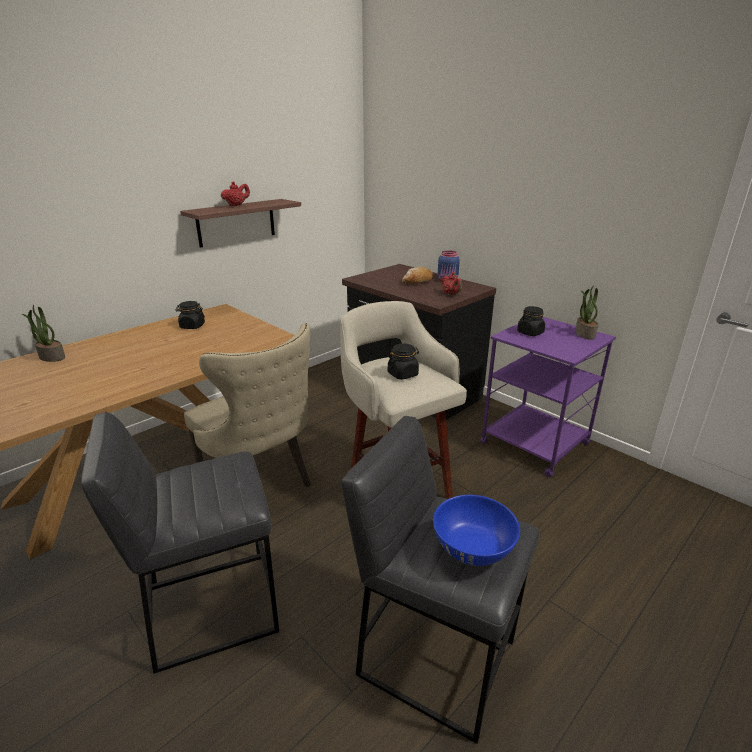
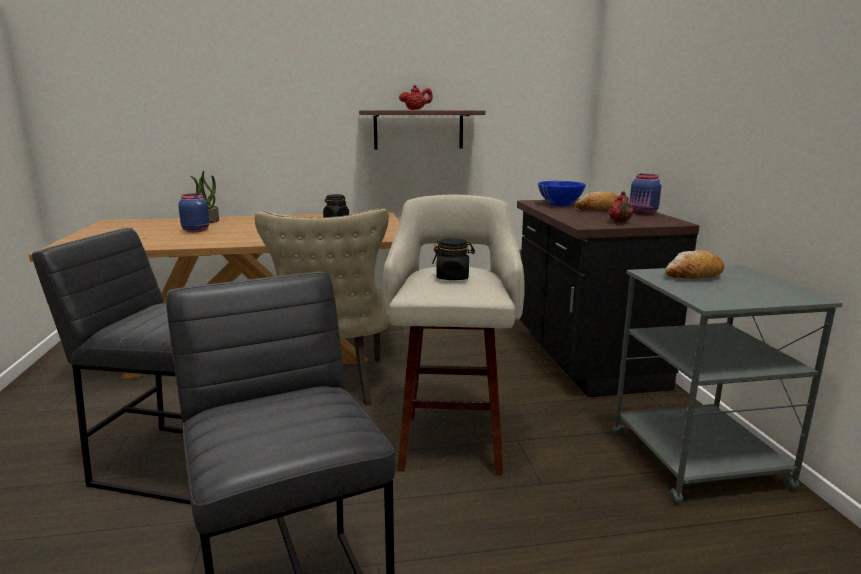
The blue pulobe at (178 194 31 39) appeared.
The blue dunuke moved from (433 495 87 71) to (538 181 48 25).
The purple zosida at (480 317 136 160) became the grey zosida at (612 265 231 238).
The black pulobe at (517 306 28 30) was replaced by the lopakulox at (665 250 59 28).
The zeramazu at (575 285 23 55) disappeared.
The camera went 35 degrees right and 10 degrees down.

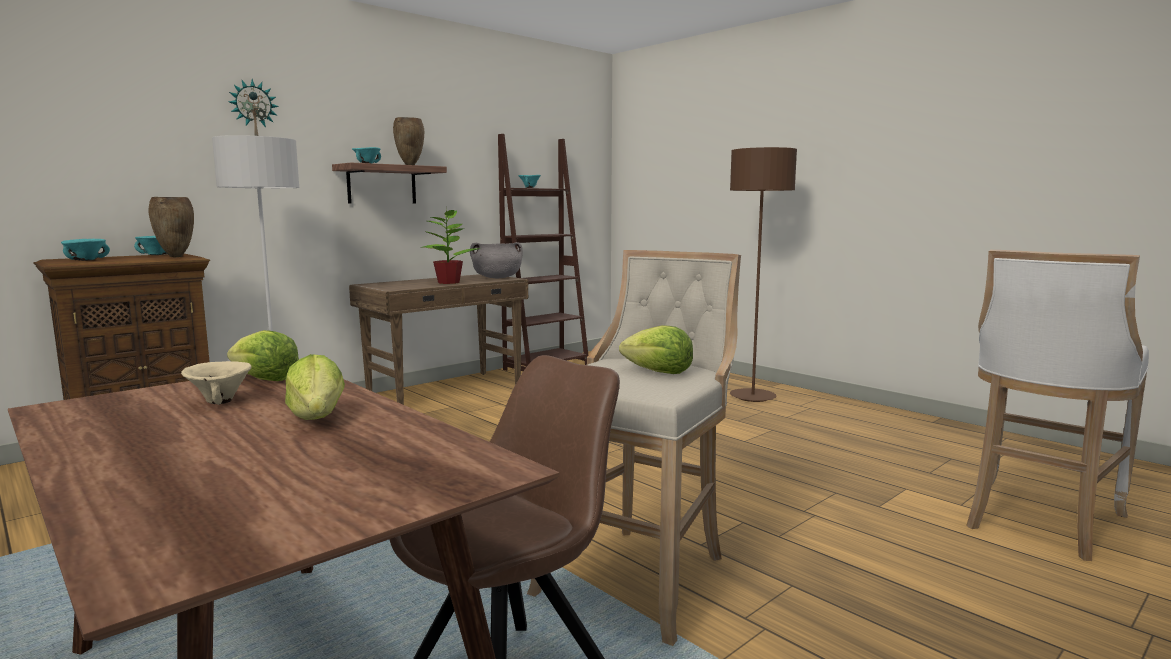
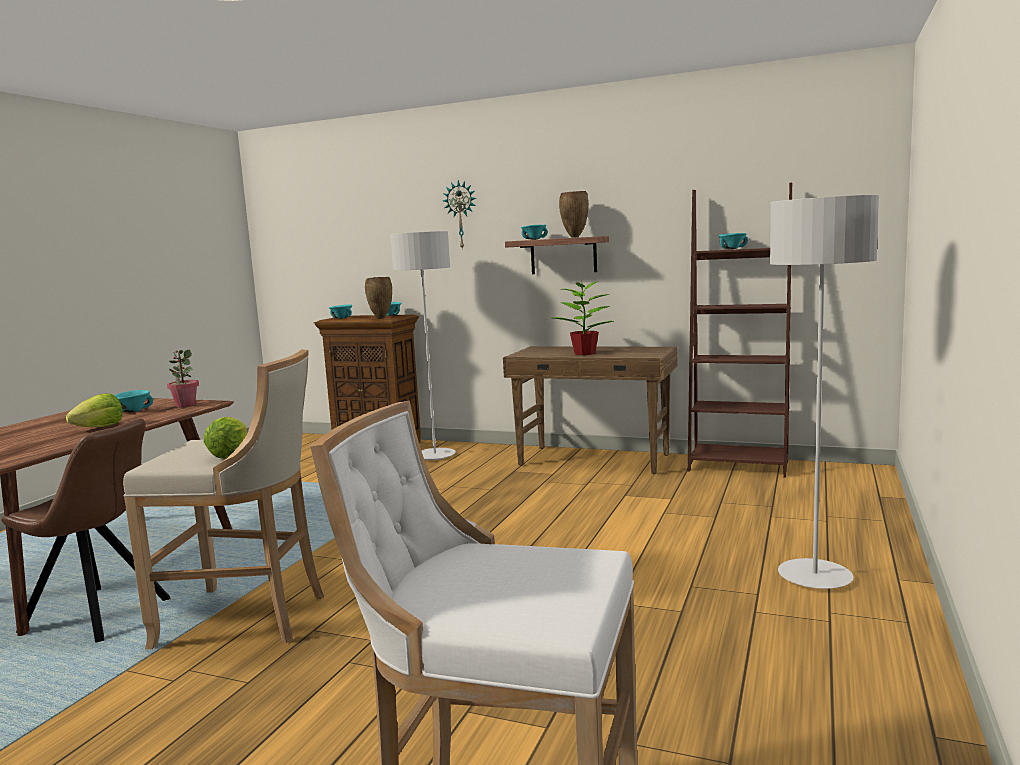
The beige dunuke at (181 361 71 44) became the turquoise dunuke at (115 390 38 22).
The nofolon at (227 330 72 51) was replaced by the zeramazu at (167 350 32 57).
The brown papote at (730 147 67 255) became the grey papote at (770 195 109 394).
The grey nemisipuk at (470 242 53 36) disappeared.
The camera went 65 degrees right and 0 degrees up.

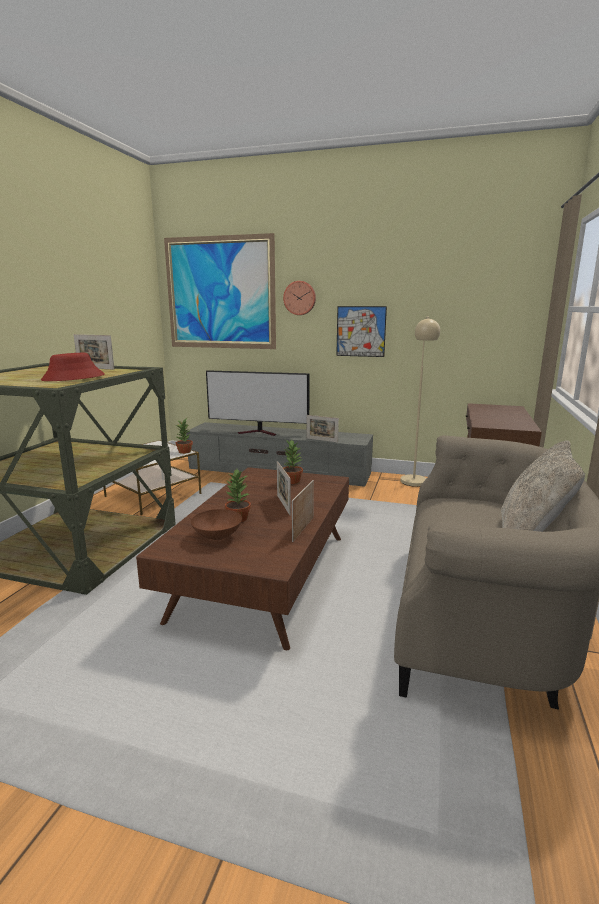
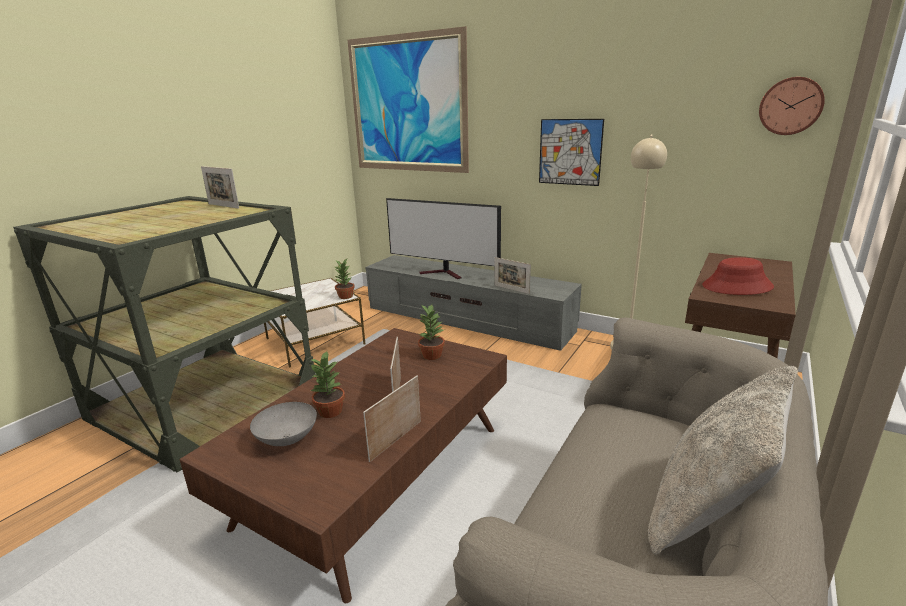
The brown dunuke at (191 509 51 31) became the grey dunuke at (250 402 67 44).
The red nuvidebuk moved from (41 353 64 28) to (702 257 72 38).
The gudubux moved from (283 281 33 34) to (759 77 66 58).
The camera went 15 degrees right and 5 degrees up.

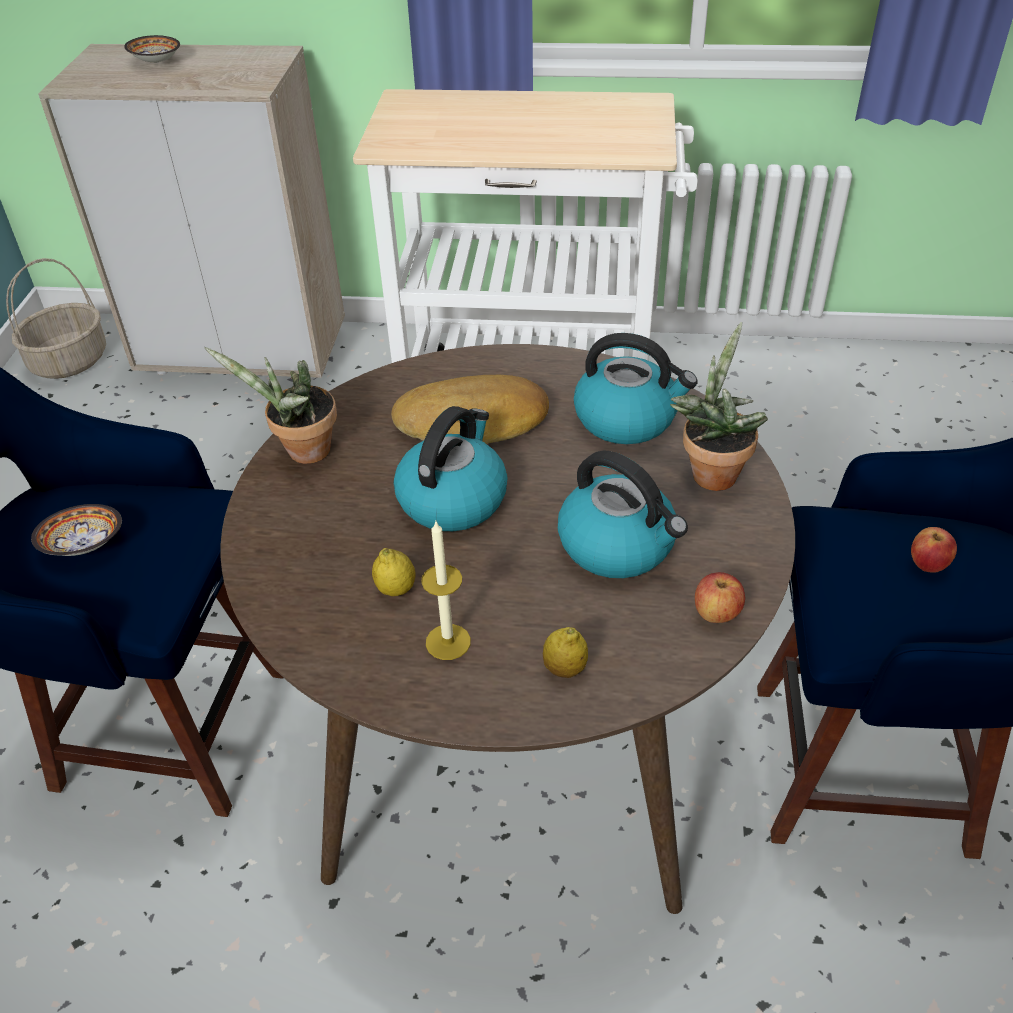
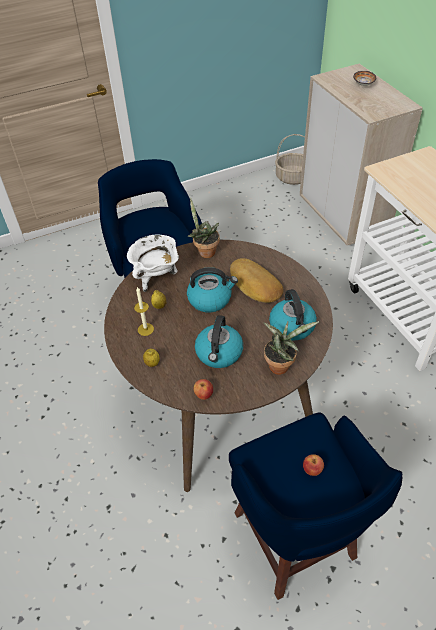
The white nemisipuk at (127 235 52 57) appeared.
The dunuke at (31 504 91 52) disappeared.
The camera went 60 degrees right and 5 degrees up.

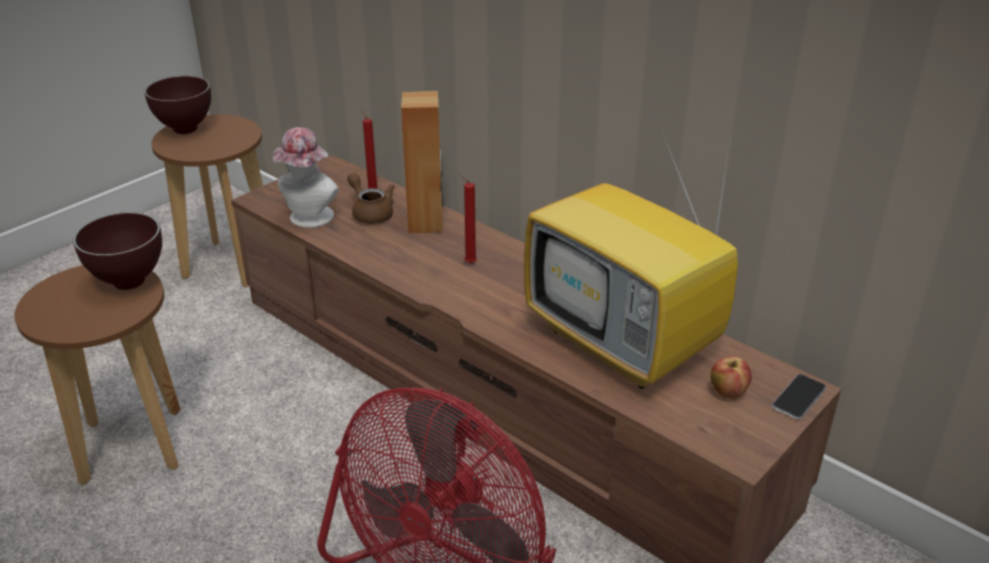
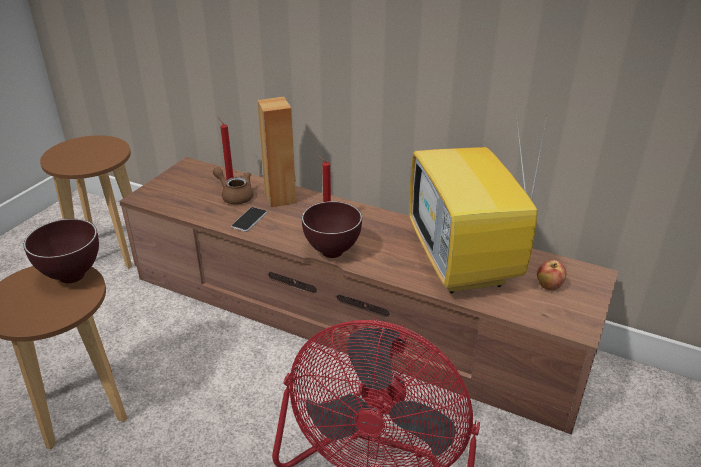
The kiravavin moved from (772 374 54 46) to (231 207 36 25).
The brown dunuke moved from (144 76 67 58) to (302 201 60 57).
The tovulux at (524 129 214 260) turned 45 degrees clockwise.
The nuvidebuk at (273 127 66 101) disappeared.
The camera went 15 degrees left and 0 degrees up.

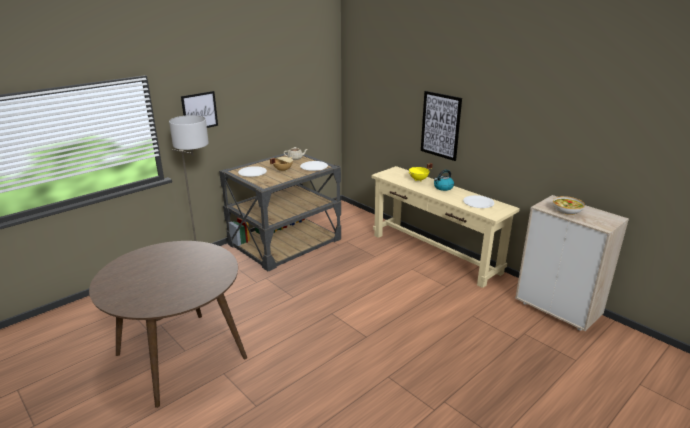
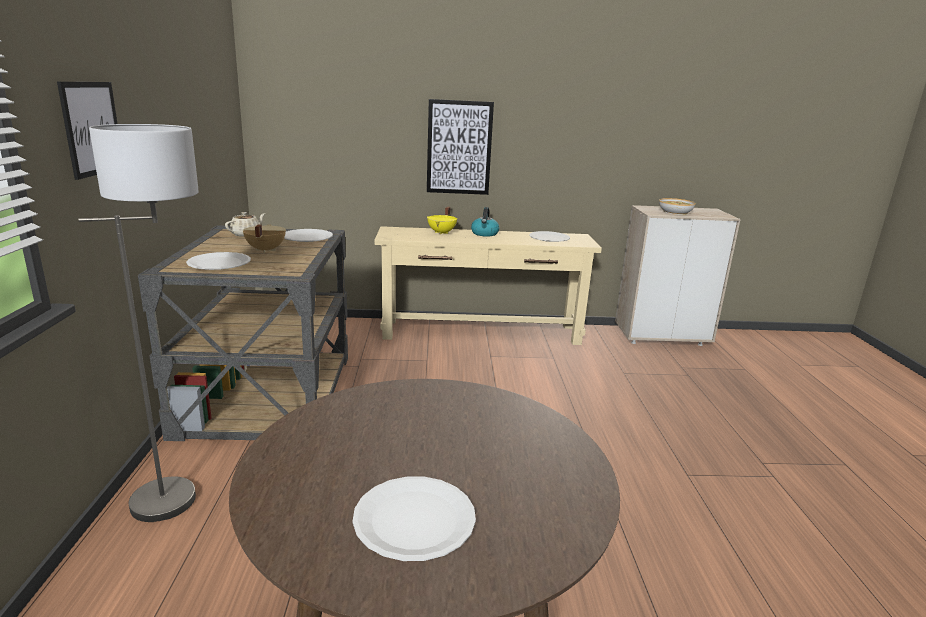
The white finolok at (353 477 123 84) appeared.
The camera went 50 degrees left and 5 degrees down.

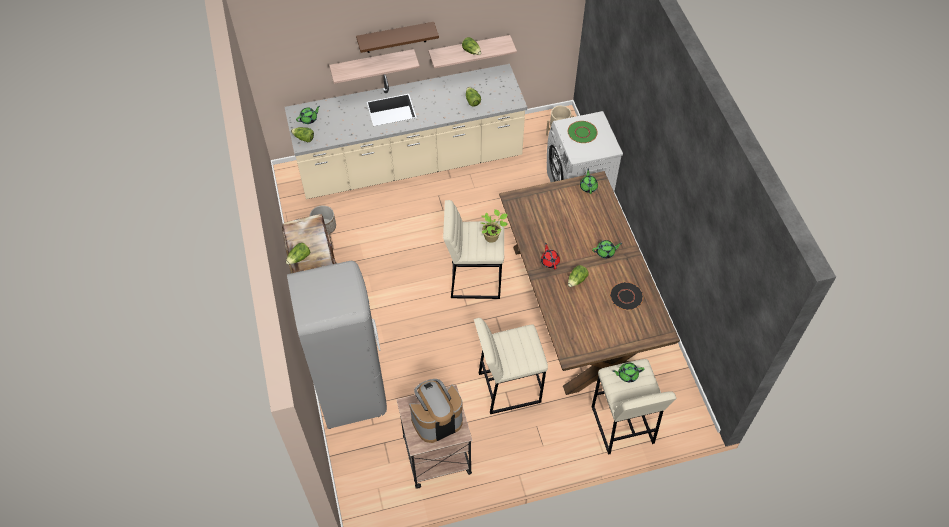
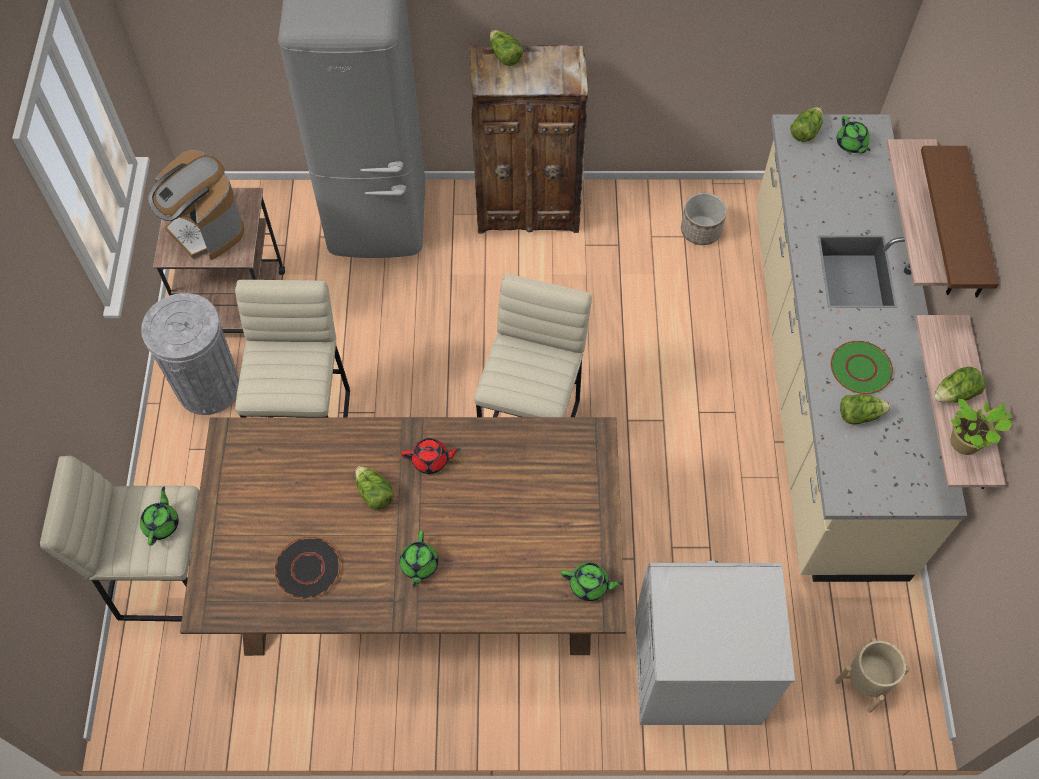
The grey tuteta at (141 293 98 122) appeared.
The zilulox at (409 379 54 64) turned 150 degrees clockwise.
The green finolok moved from (568 121 30 22) to (831 341 62 53).
The zeramazu moved from (481 209 27 34) to (951 399 62 56).
The camera went 105 degrees right and 5 degrees up.

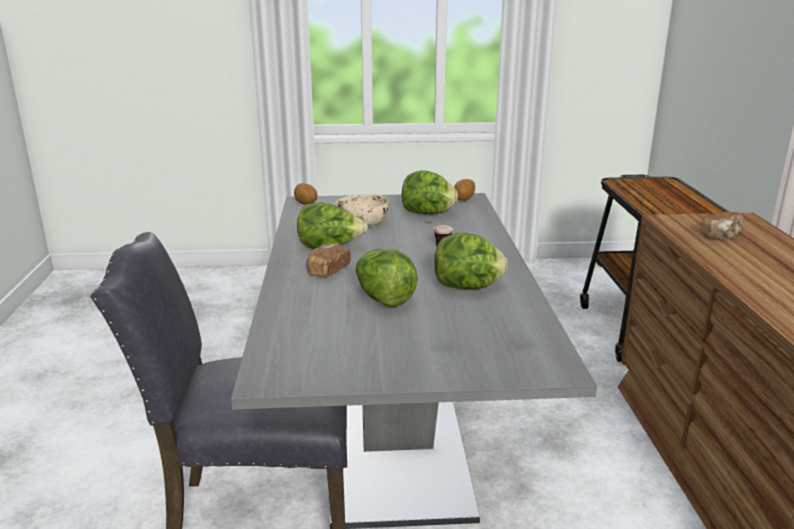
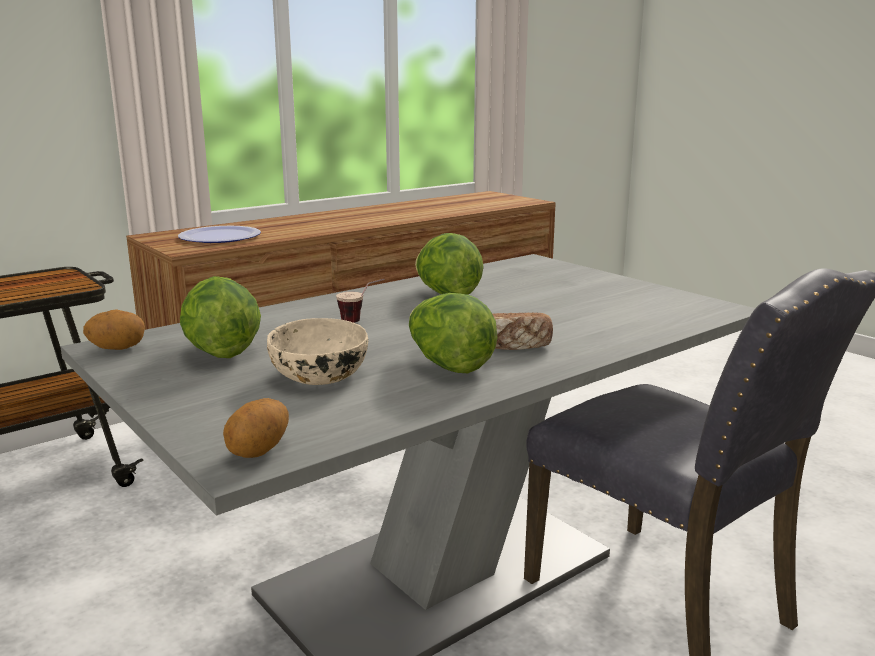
The lopakulox at (700 212 44 28) was replaced by the finolok at (178 226 83 17).
The nofolon at (356 249 62 58) disappeared.
The camera went 125 degrees left and 5 degrees down.

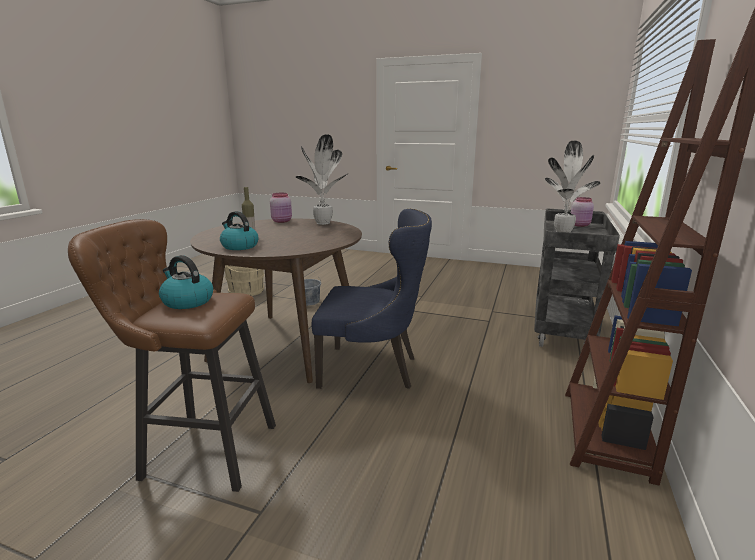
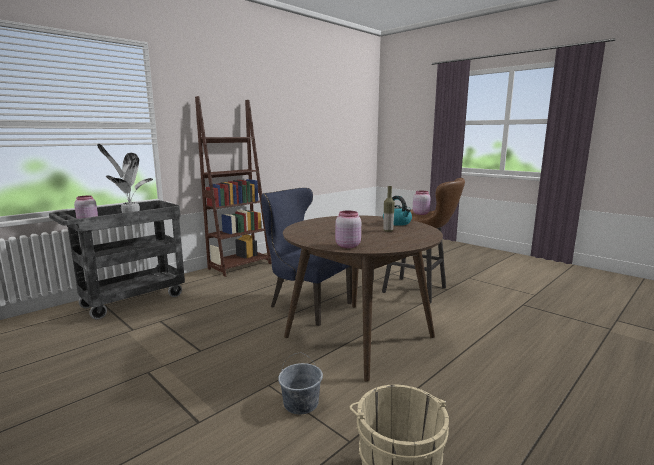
The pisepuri at (159 255 54 54) was replaced by the pink pulobe at (413 191 18 24).
The zeramazu at (296 134 53 91) disappeared.
The camera went 155 degrees left and 5 degrees down.

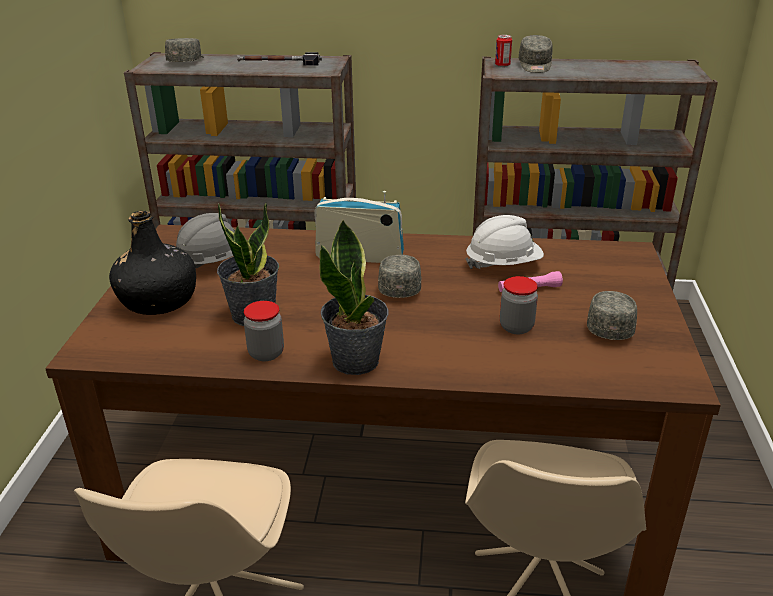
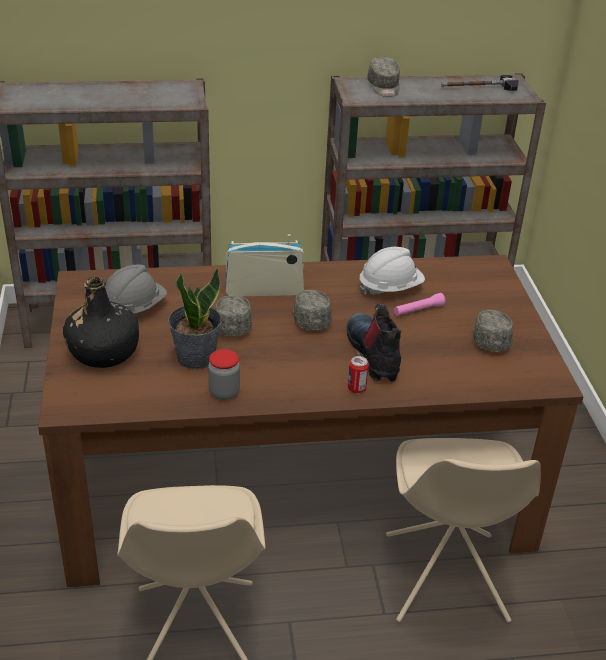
The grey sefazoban moved from (165 38 39 24) to (215 295 37 41).
The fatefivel at (347 304 54 78) appeared.
The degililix moved from (495 35 17 32) to (348 356 21 37).
The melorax moved from (237 52 85 14) to (441 75 78 16).
The zeramazu at (319 219 70 156) disappeared.
The pulobe at (500 276 38 58) disappeared.
The camera went 15 degrees left and 5 degrees up.

